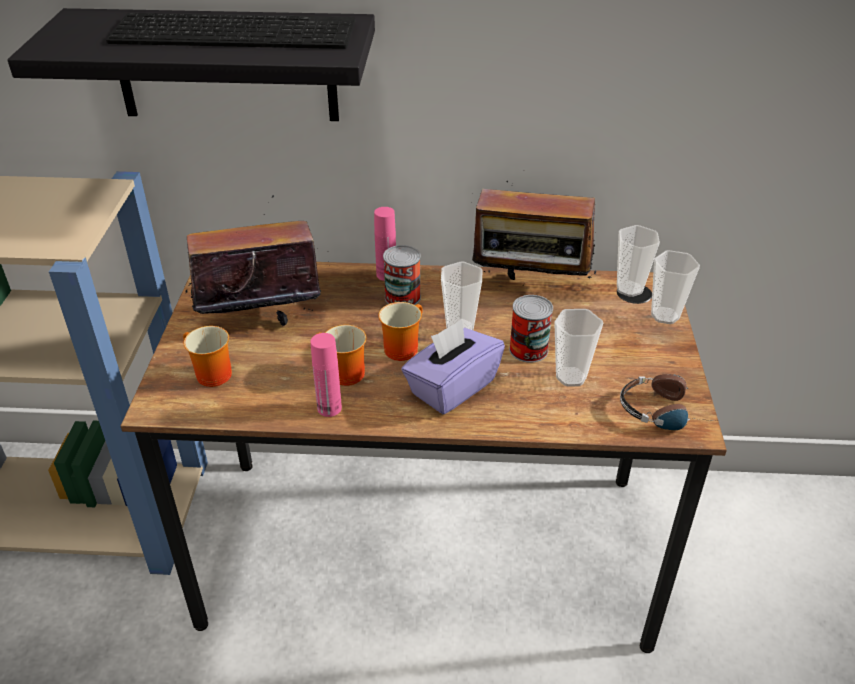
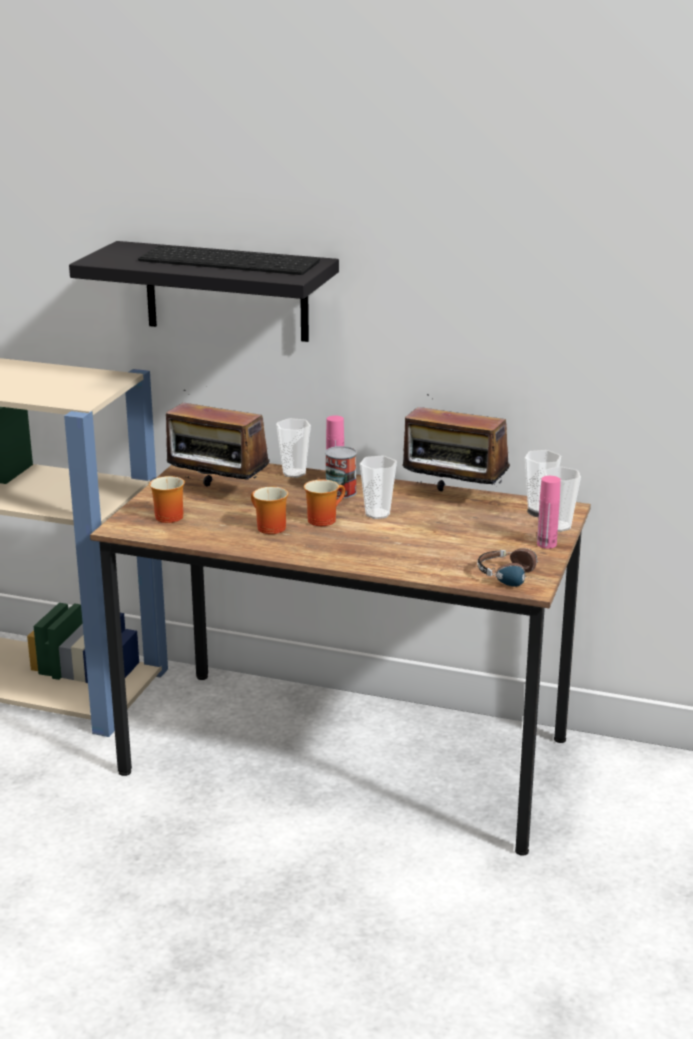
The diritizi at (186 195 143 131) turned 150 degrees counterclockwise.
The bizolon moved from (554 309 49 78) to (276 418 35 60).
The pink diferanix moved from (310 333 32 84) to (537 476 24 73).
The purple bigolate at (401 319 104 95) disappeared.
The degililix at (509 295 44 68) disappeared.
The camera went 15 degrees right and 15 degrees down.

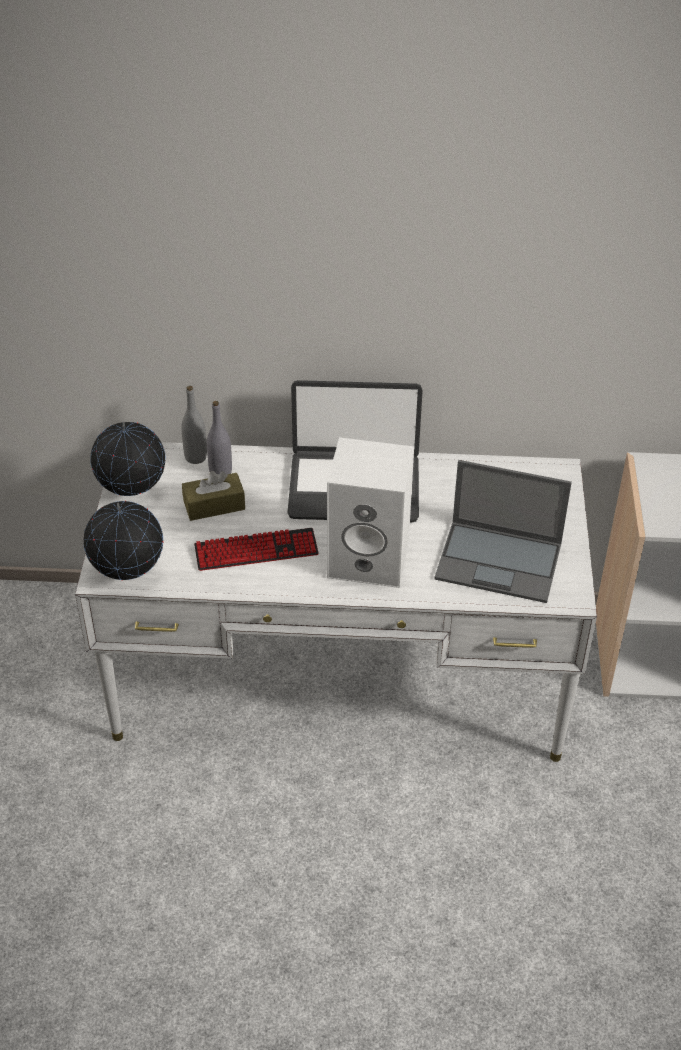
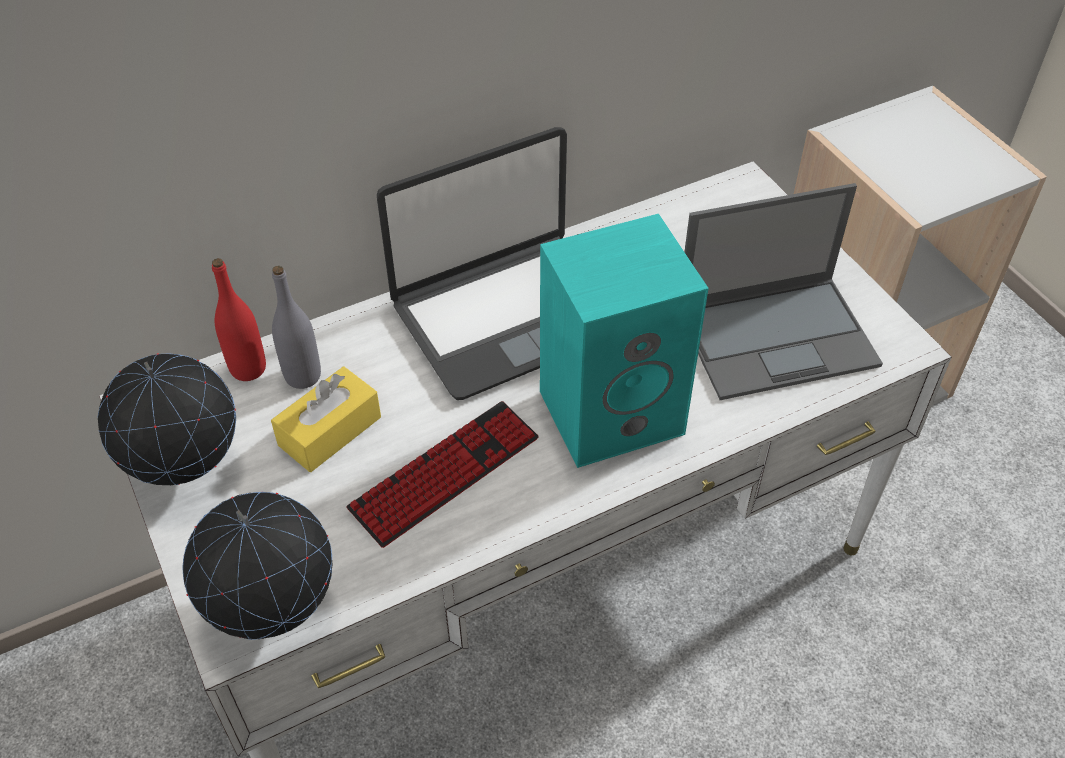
The grey diferanix at (181 386 26 78) became the red diferanix at (212 258 54 123).
The brown bigolate at (182 471 63 50) became the yellow bigolate at (271 366 110 106).
The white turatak at (327 437 87 151) became the turquoise turatak at (540 214 169 254).
The camera went 30 degrees left and 5 degrees up.

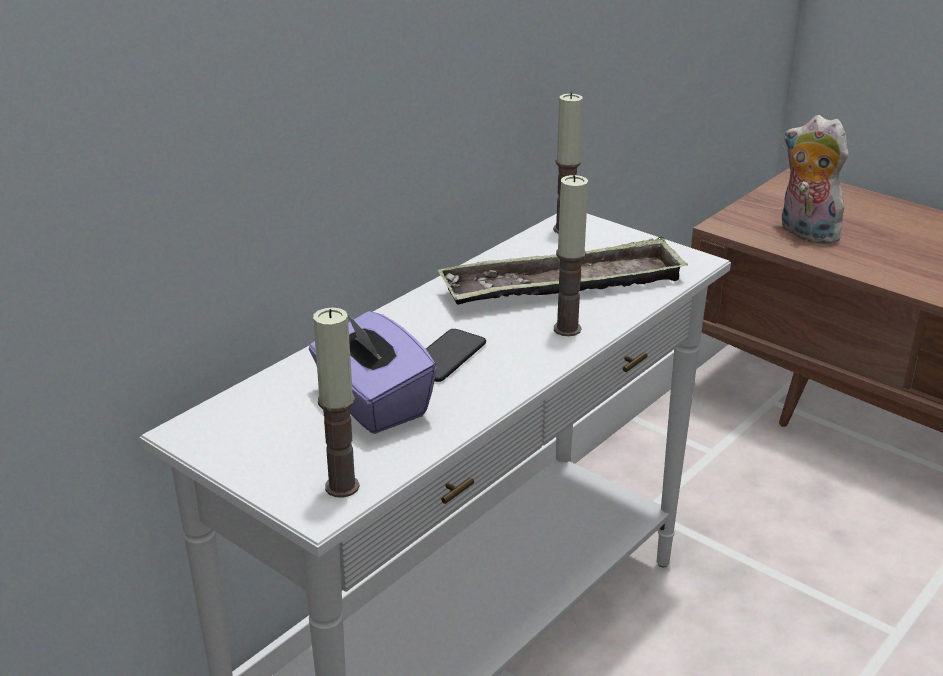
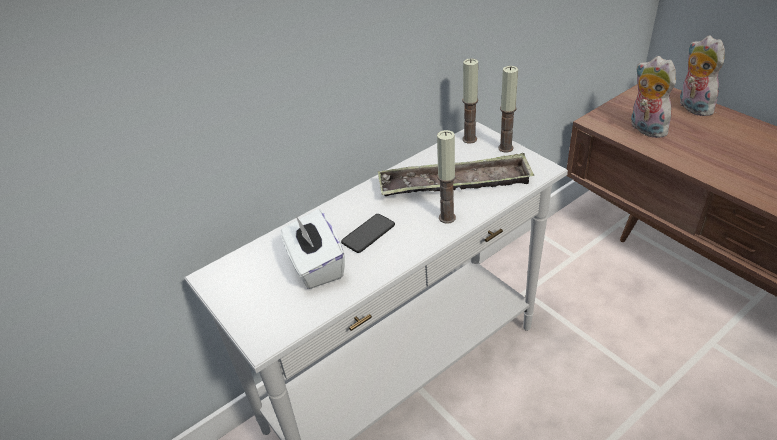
The purple bigolate at (309 311 128 123) became the white bigolate at (280 209 65 80).
The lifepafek moved from (313 307 46 191) to (498 66 20 87).
The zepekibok at (680 35 45 81) appeared.
The camera went 15 degrees right and 10 degrees up.

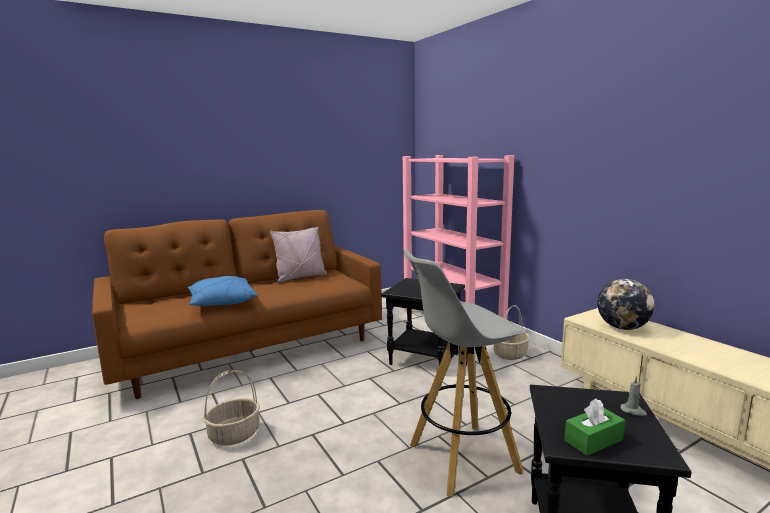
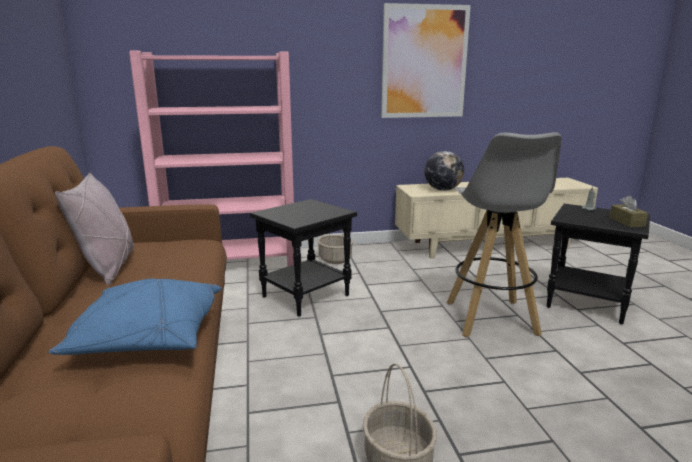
The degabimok at (381 3 90 115) appeared.
The green bigolate at (564 398 61 58) became the brown bigolate at (609 195 39 32).
The camera went 70 degrees left and 5 degrees up.

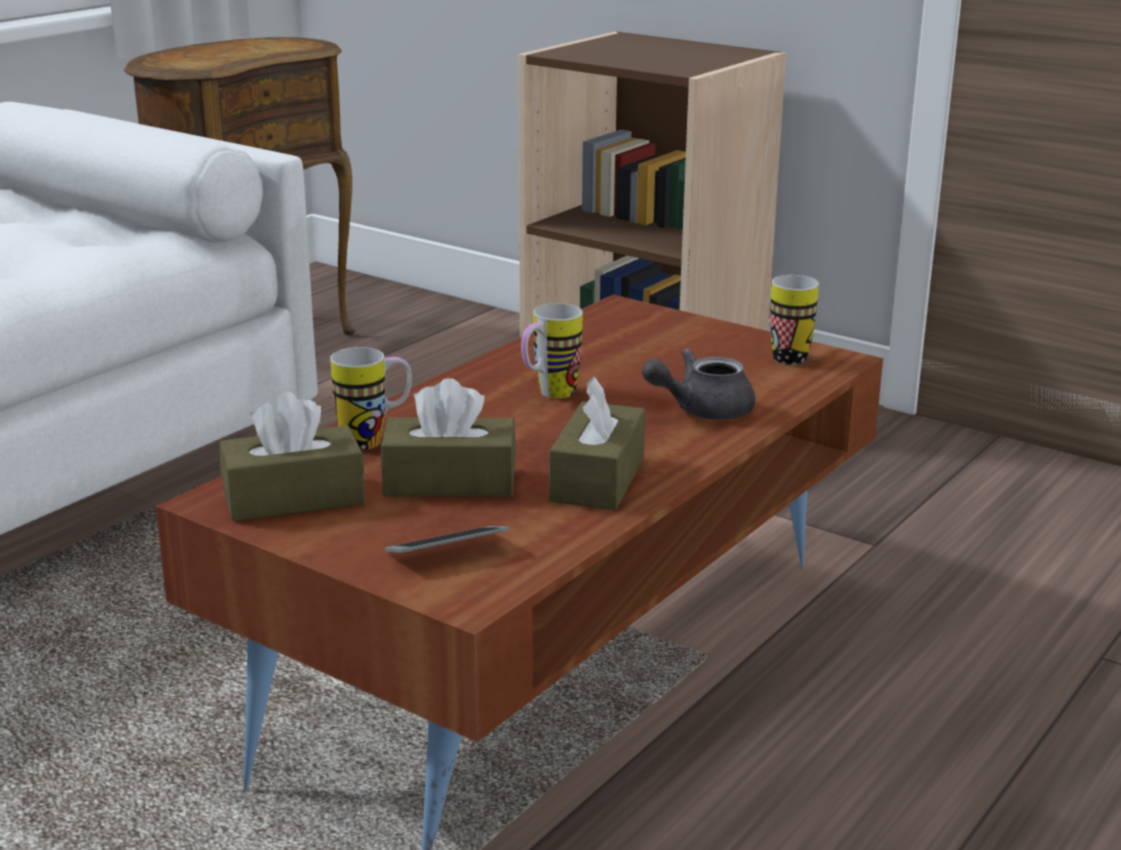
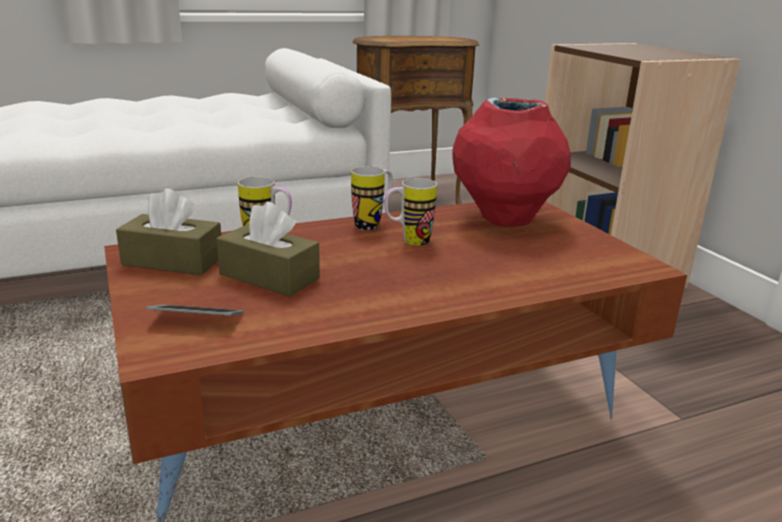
The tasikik moved from (770 275 49 90) to (351 166 42 64).
The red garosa at (452 98 119 129) appeared.
The brown bigolate at (549 376 96 134) disappeared.
The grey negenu at (642 348 113 72) disappeared.
The camera went 30 degrees right and 0 degrees up.

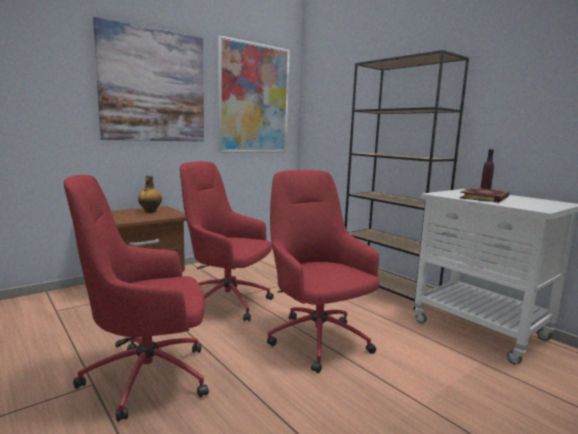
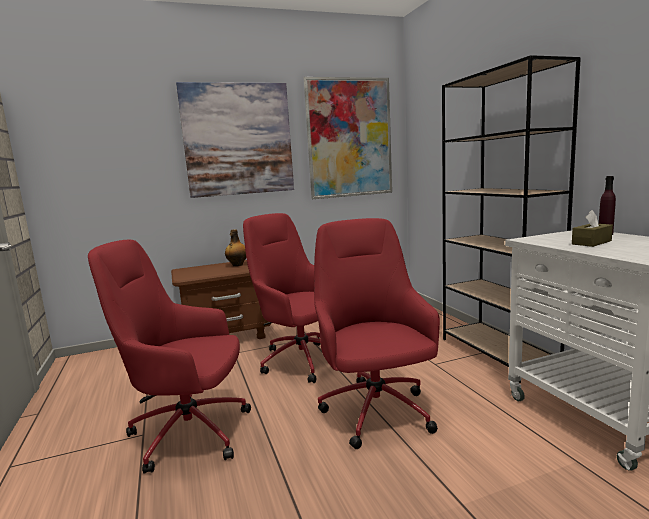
The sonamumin at (460 187 50 16) was replaced by the brown bigolate at (572 210 41 37).
The camera went 20 degrees right and 0 degrees up.

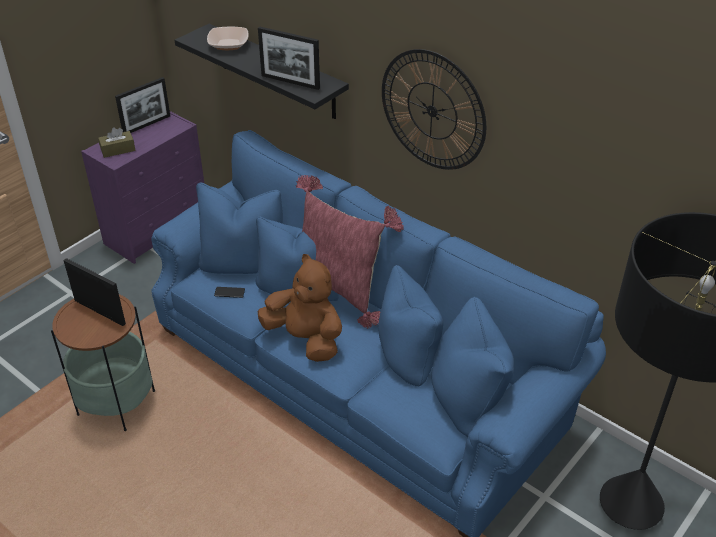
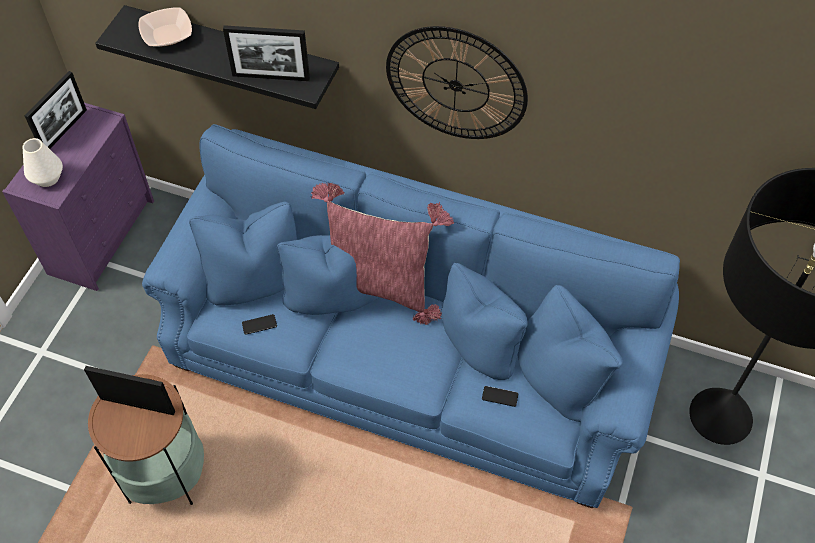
The brown bigolate at (98 127 38 31) was replaced by the white garosa at (23 138 40 49).
The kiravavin at (482 386 36 21) appeared.
The brown zepekibok at (258 254 84 108) disappeared.
The camera went 20 degrees left and 15 degrees up.

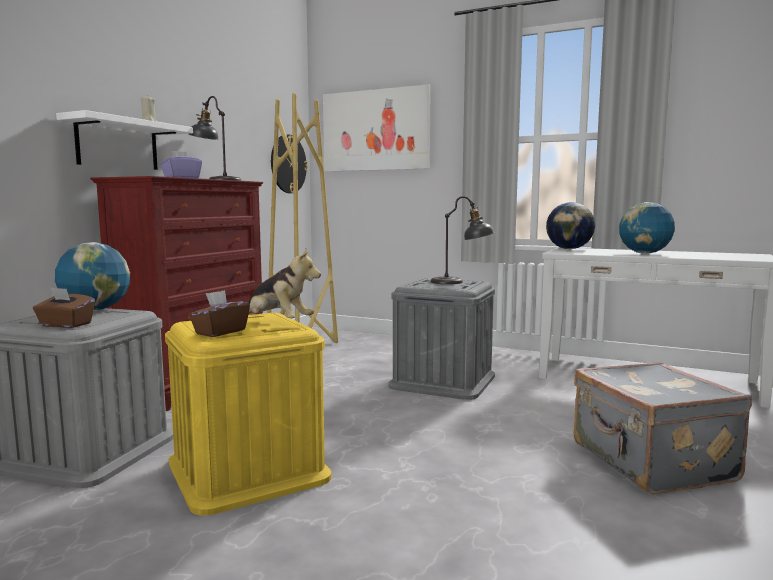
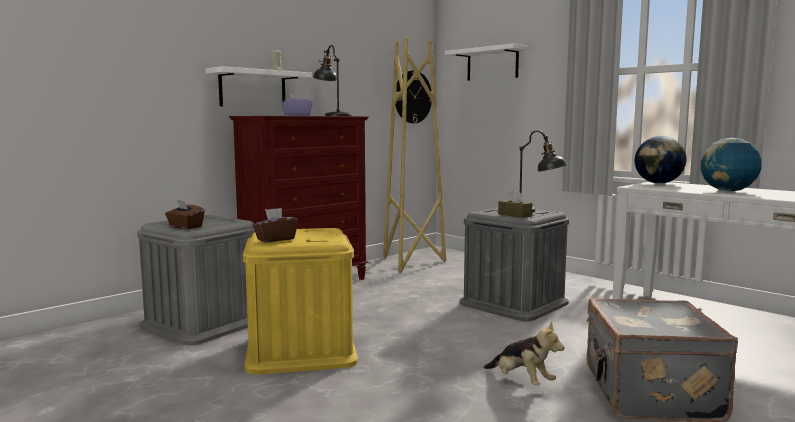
The degabimok at (323 84 108 88) was replaced by the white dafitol at (445 44 83 37).
The zepekibok moved from (248 249 73 69) to (484 321 81 64).
The brown bigolate at (498 190 34 28) appeared.
The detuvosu at (55 242 75 68) disappeared.
The camera went 20 degrees right and 0 degrees up.

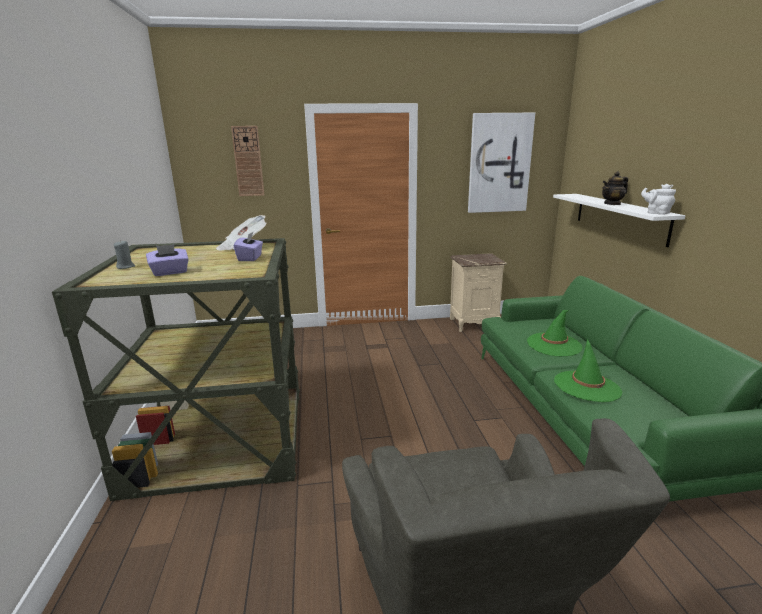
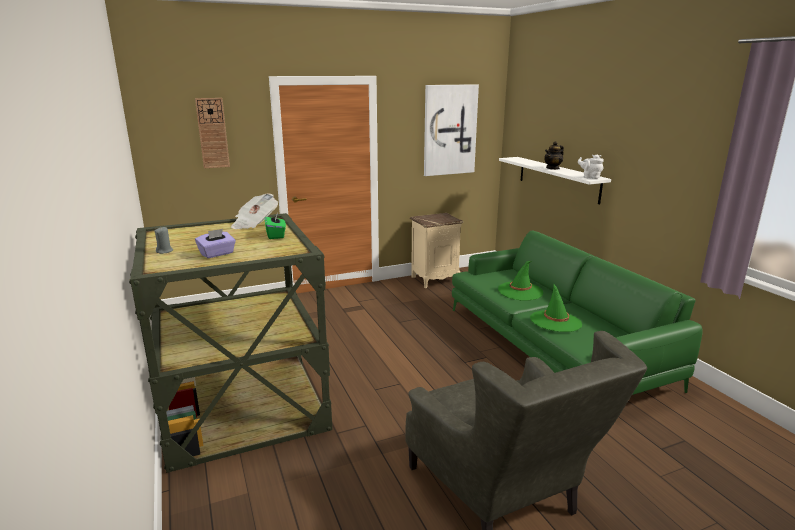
The purple bigolate at (234 231 29 30) became the green bigolate at (265 212 21 27).
The camera went 15 degrees left and 0 degrees up.

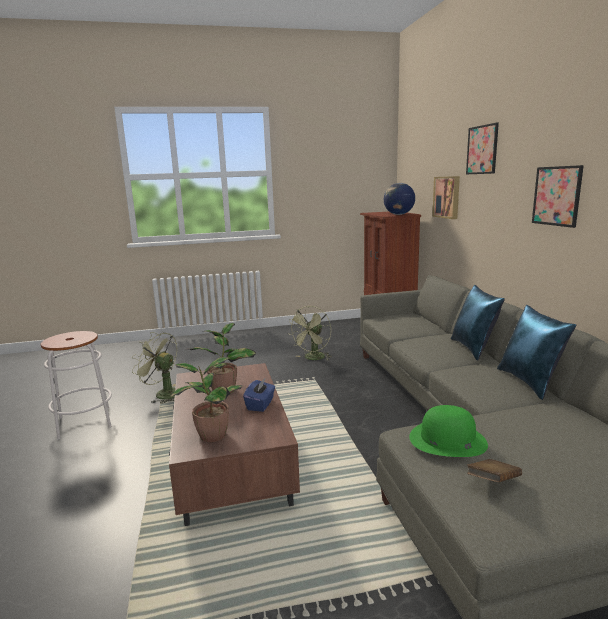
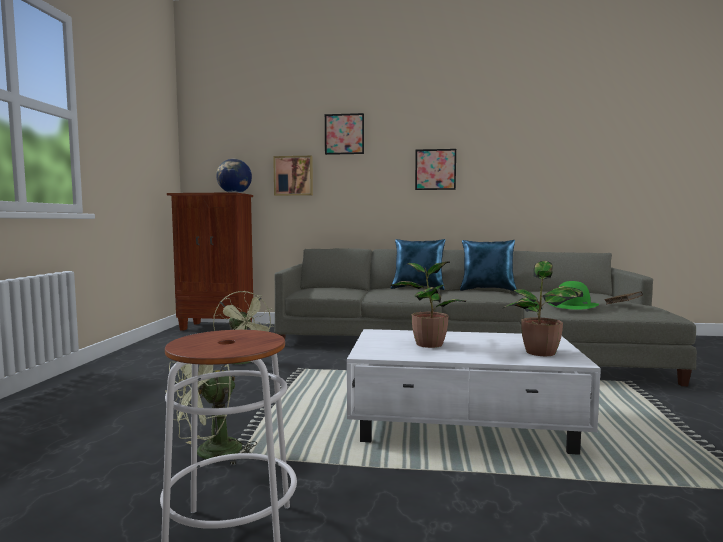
The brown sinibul at (169 363 131 163) became the white sinibul at (347 329 254 126).
The blue bigolate at (243 377 32 35) disappeared.
The camera went 70 degrees left and 10 degrees down.

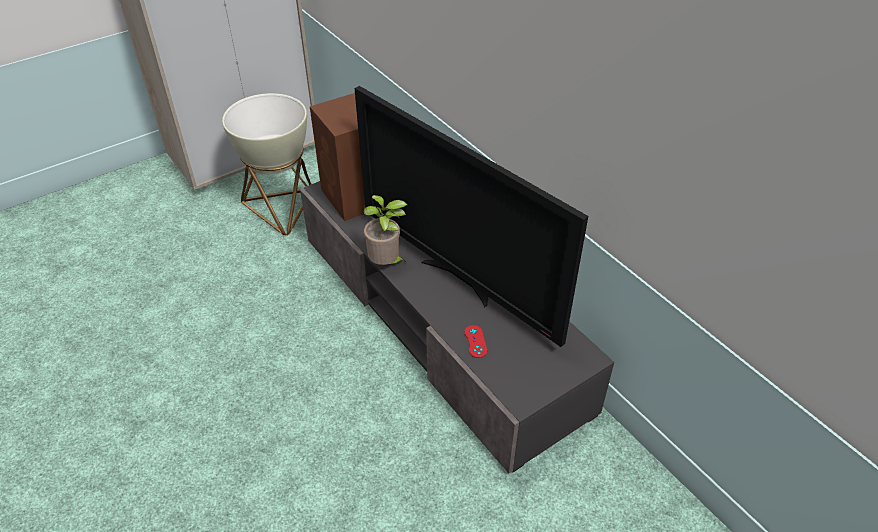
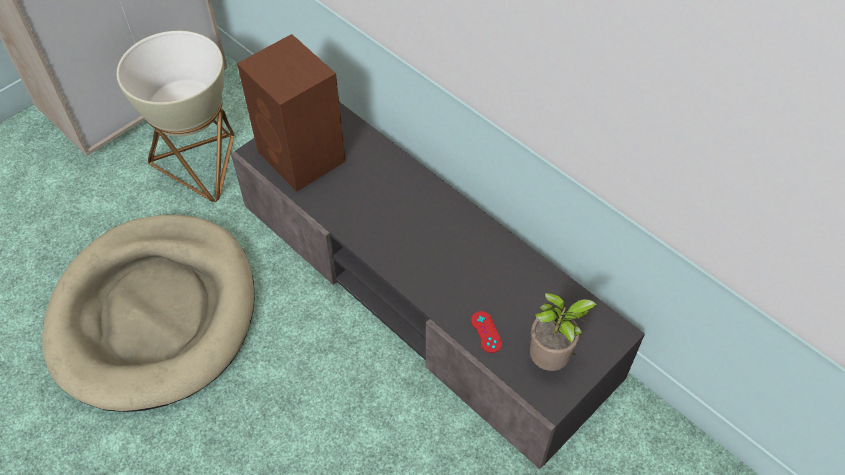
The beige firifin at (42 215 213 197) appeared.
The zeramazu moved from (364 195 43 70) to (530 292 67 79).
The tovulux at (355 86 233 261) disappeared.
The camera went 10 degrees left and 10 degrees up.

